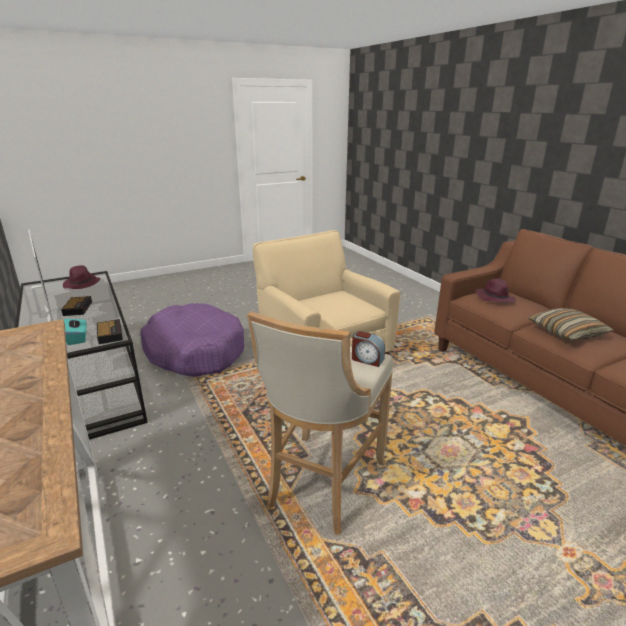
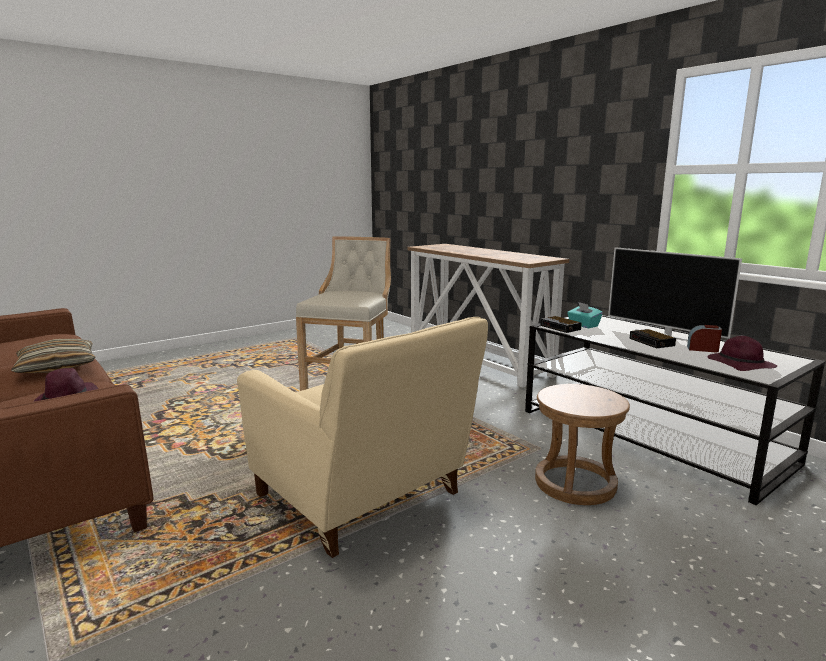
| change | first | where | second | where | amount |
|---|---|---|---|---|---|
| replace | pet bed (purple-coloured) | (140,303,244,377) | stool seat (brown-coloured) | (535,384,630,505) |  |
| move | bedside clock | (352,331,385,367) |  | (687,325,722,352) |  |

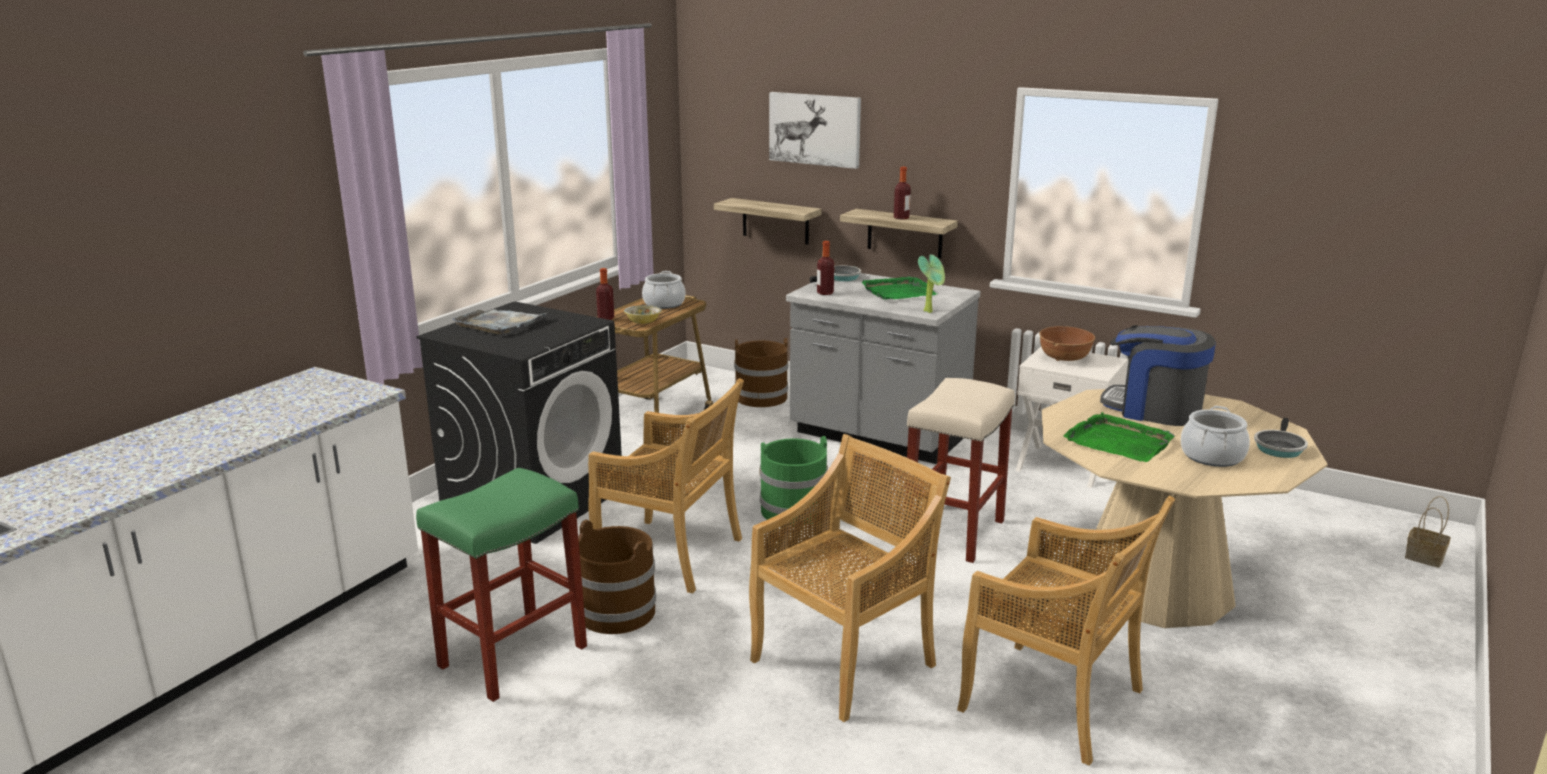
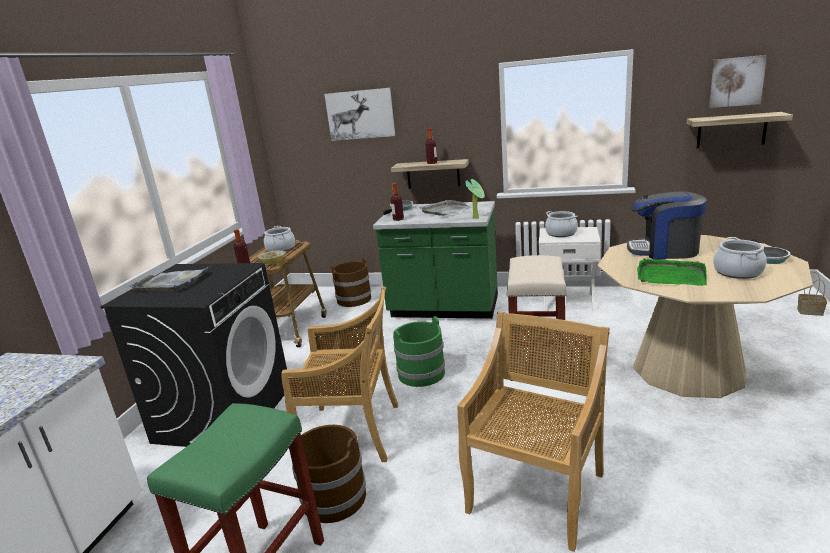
| change | first | where | second | where | amount |
|---|---|---|---|---|---|
| move | shelf | (714,198,821,245) |  | (687,112,793,148) |  |
| recolor | counter (greyish) | (786,273,981,464) | counter (green-coloured) | (373,201,498,319) |  |
| recolor | carrying tray (green-coloured) | (861,276,937,300) | carrying tray (greyish) | (419,200,471,216) |  |
| replace | serving bowl (brown-coloured) | (1039,326,1095,361) | stockpot | (545,211,578,237) |  |
| delete | upright chair (beige) | (957,495,1175,766) |  |  |  |
| insert |  |  | picture | (709,55,767,108) |  |

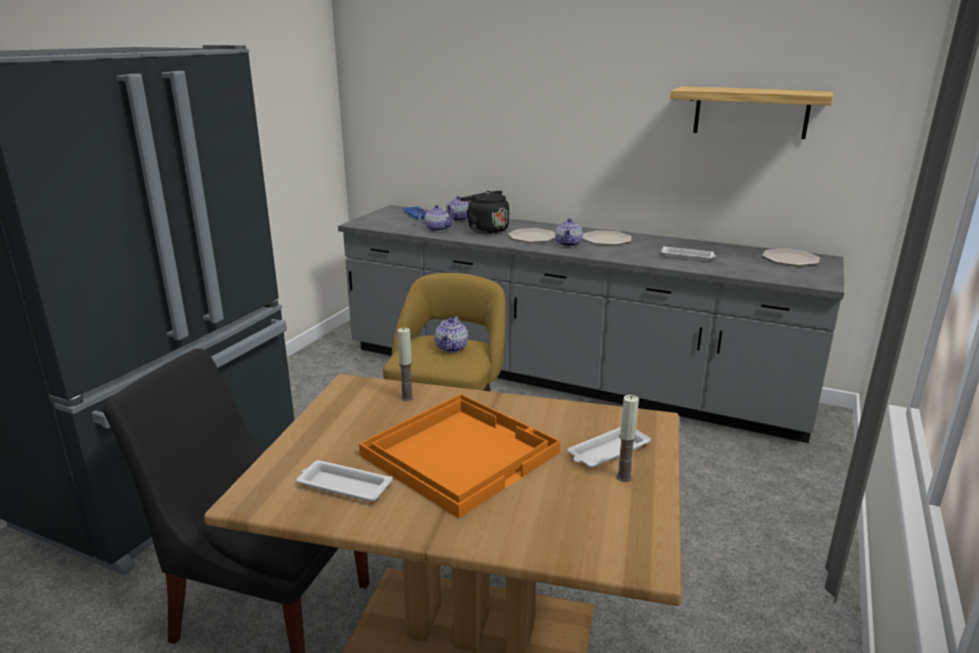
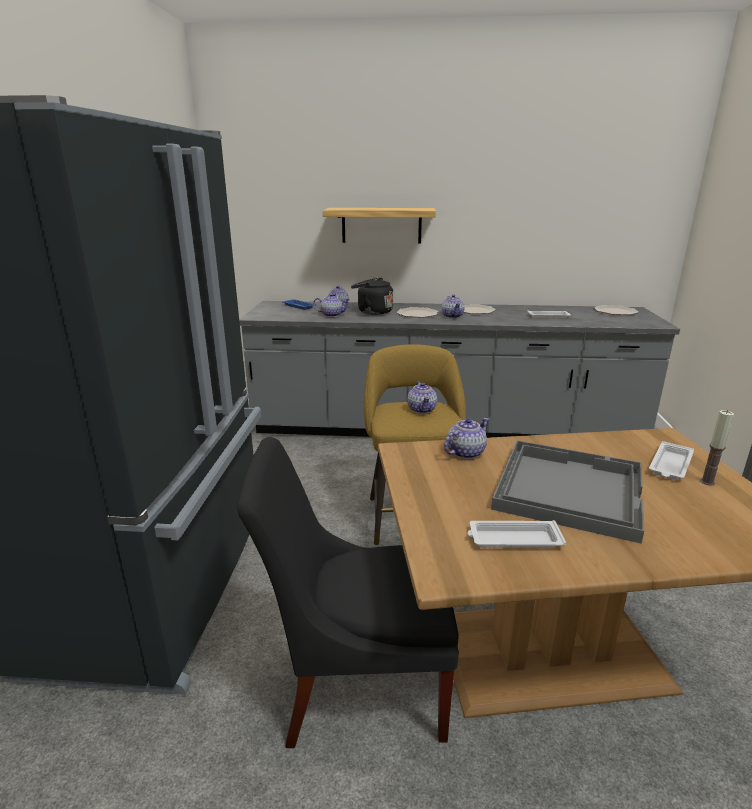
| change | first | where | second | where | amount |
|---|---|---|---|---|---|
| move | shelf | (670,86,833,139) |  | (323,208,436,243) |  |
| replace | wax light | (398,328,414,401) | pot for tea | (444,418,489,459) |  |
| recolor | carrying tray (orange-coloured) | (359,394,560,518) | carrying tray (greyish) | (491,440,644,544) |  |

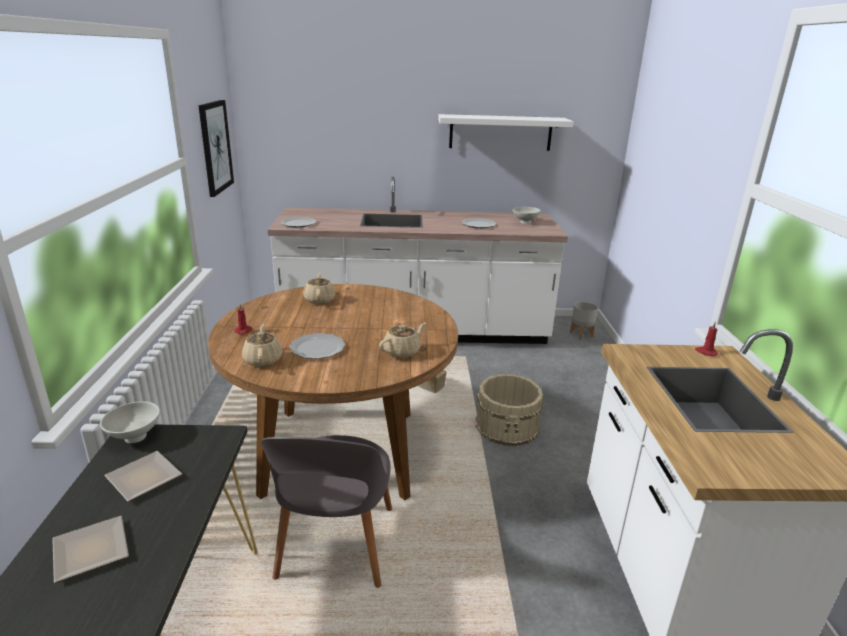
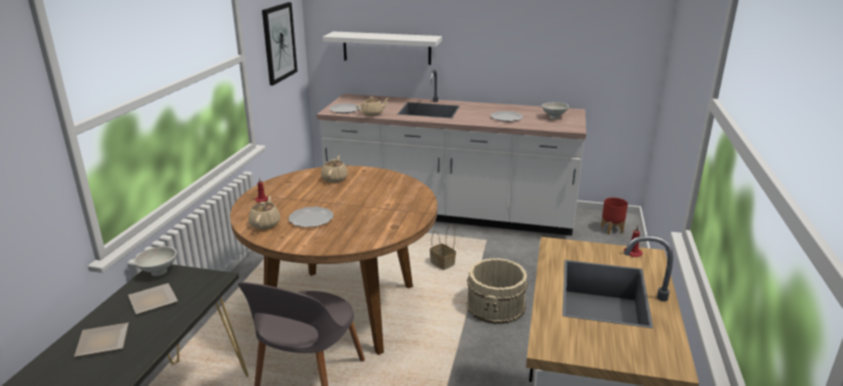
| change | first | where | second | where | amount |
|---|---|---|---|---|---|
| move | shelf (white) | (438,114,574,151) |  | (323,31,442,65) |  |
| recolor | plant pot (greyish) | (570,302,598,340) | plant pot (reddish) | (601,197,628,235) |  |
| move | pot for tea (beige) | (379,322,426,358) |  | (356,97,389,116) |  |

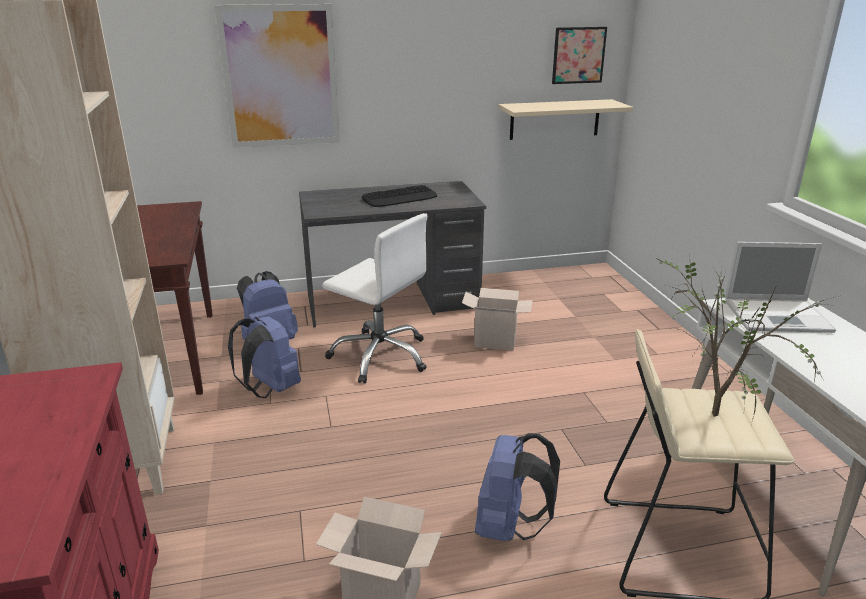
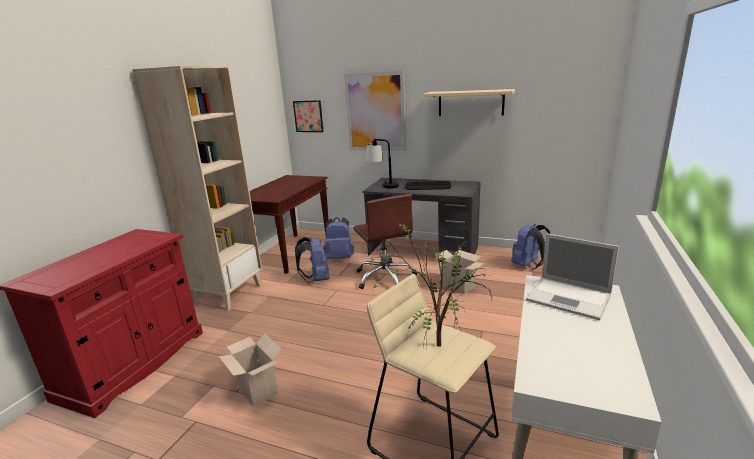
| change | first | where | second | where | amount |
|---|---|---|---|---|---|
| move | picture | (552,27,607,84) |  | (293,100,324,132) |  |
| move | shelf (beige) | (498,99,633,140) |  | (423,89,515,116) |  |
| recolor | computer chair (white) | (323,213,427,384) | computer chair (brown-coloured) | (353,194,418,289) |  |
| move | knapsack (bluish) | (475,433,560,541) |  | (511,224,550,270) |  |
| insert |  |  | lamp for a table | (366,139,399,188) |  |

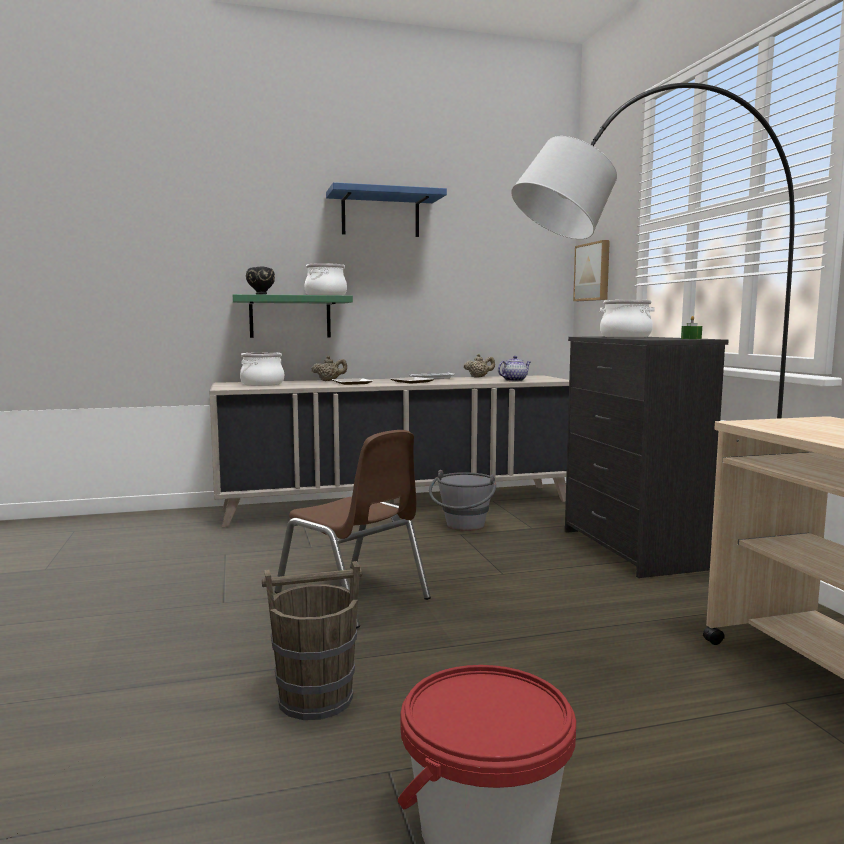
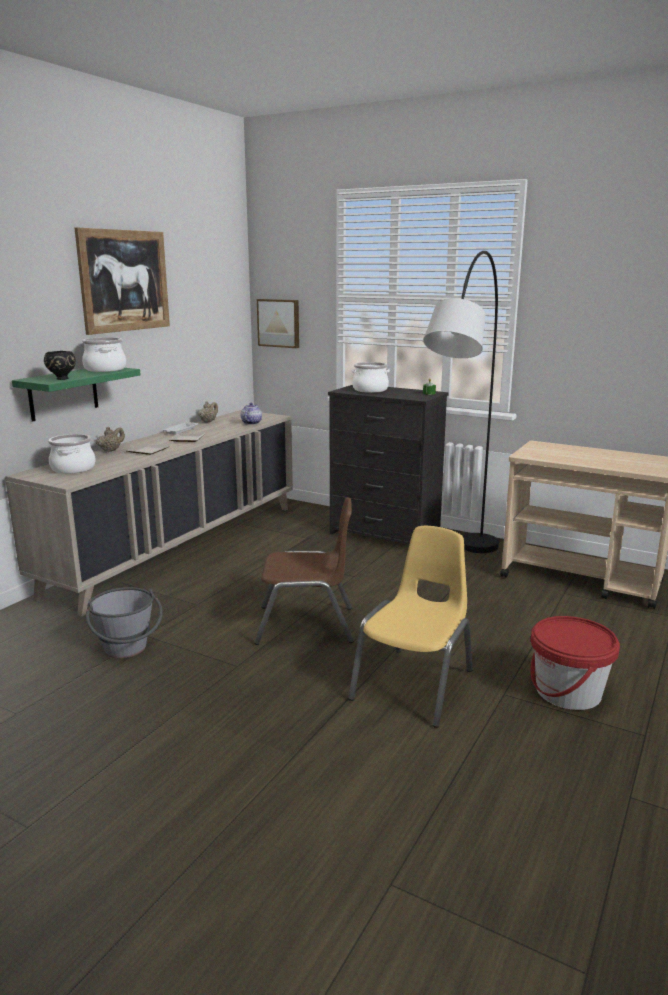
| change | first | where | second | where | amount |
|---|---|---|---|---|---|
| replace | shelf (bluish) | (326,182,447,237) | picture | (75,228,170,335) |  |
| move | bucket (greyish) | (429,470,496,531) |  | (86,587,163,658) |  |
| replace | bucket (brown-coloured) | (262,561,362,720) | upright chair (yellowish) | (348,526,473,728) |  |

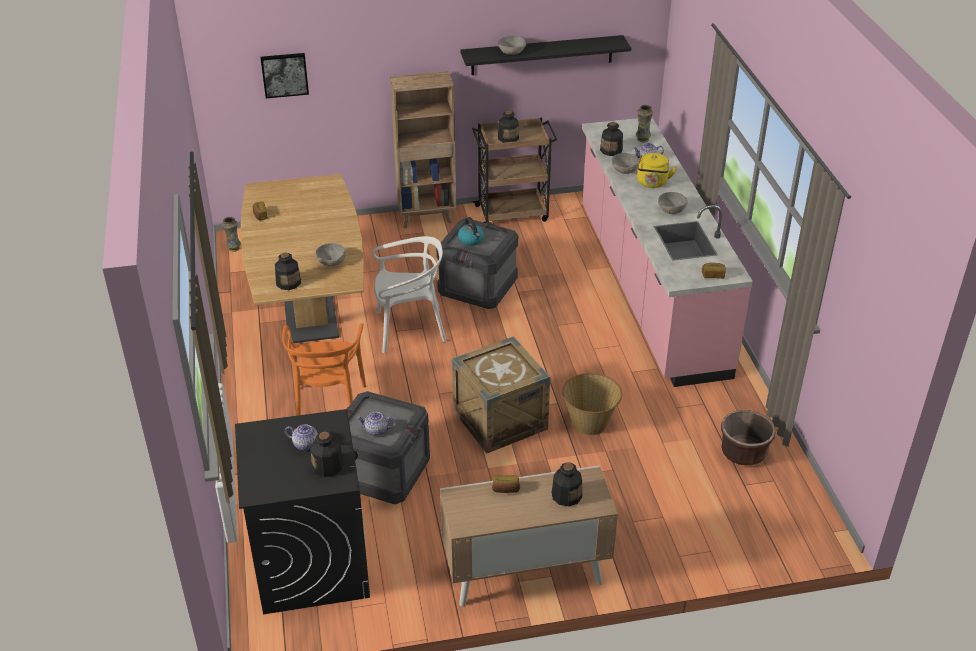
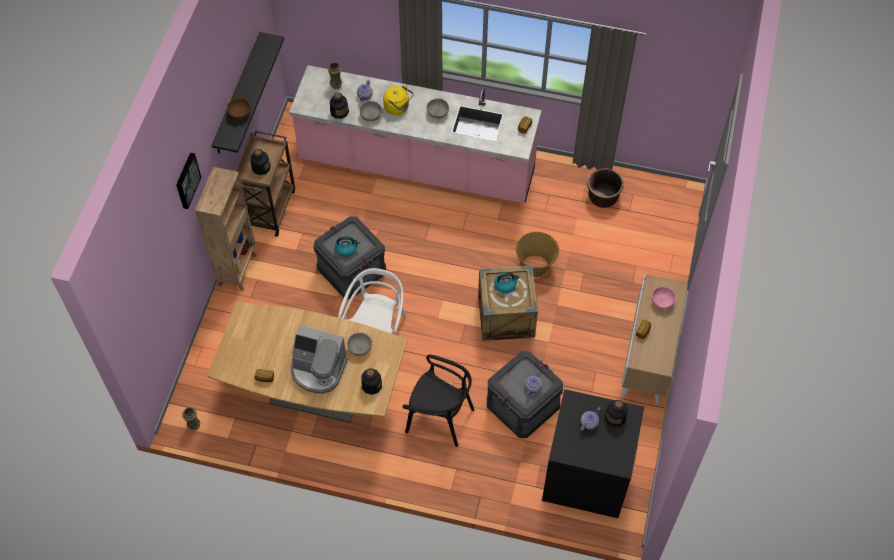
| change | first | where | second | where | amount |
|---|---|---|---|---|---|
| recolor | serving bowl (greyish) | (499,35,526,55) | serving bowl (brown-coloured) | (227,98,251,120) |  |
| move | picture | (260,53,309,98) |  | (176,153,201,209) |  |
| recolor | upright chair (orange-coloured) | (282,323,366,416) | upright chair (black-coloured) | (402,355,474,447) |  |
| replace | bottle | (552,462,582,506) | serving bowl (pink) | (652,287,676,309) |  |
| insert |  |  | kettle | (494,272,520,294) |  |
| insert |  |  | coffee brewer | (291,325,348,394) |  |

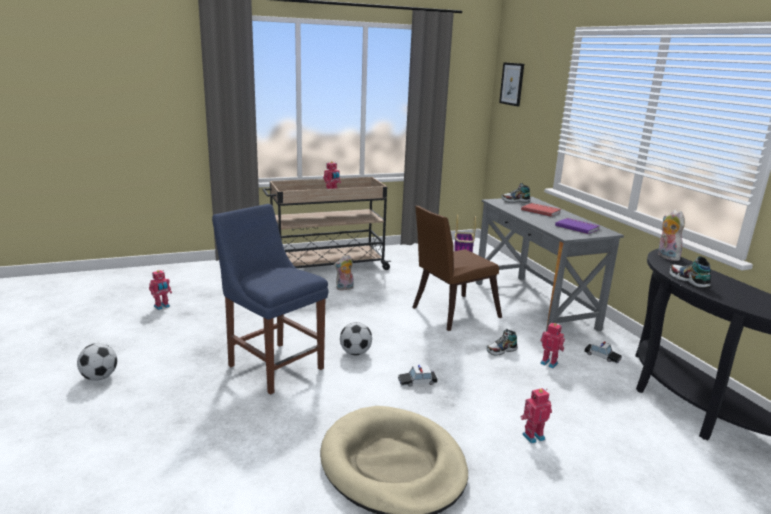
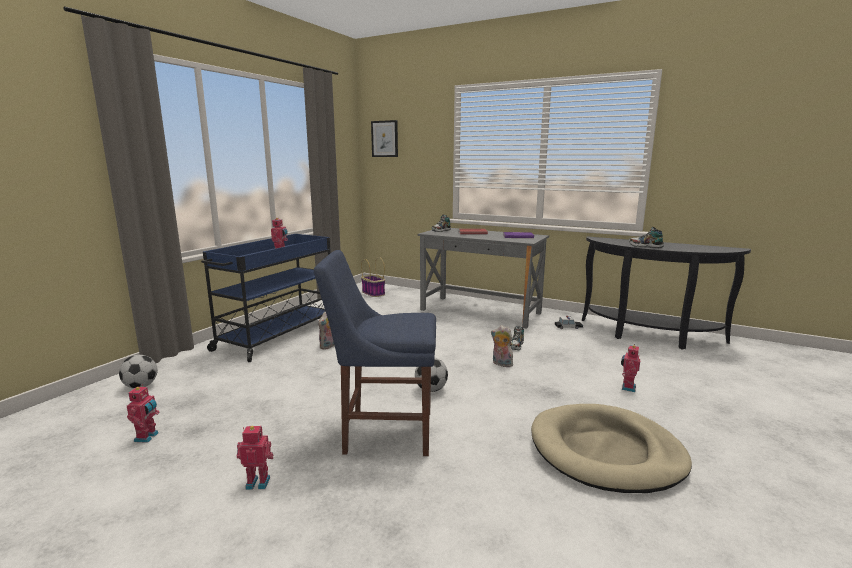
| change | first | where | second | where | amount |
|---|---|---|---|---|---|
| recolor | trolley (beige) | (263,177,391,270) | trolley (bluish) | (201,234,331,362) |  |
| delete | upright chair (brown-coloured) | (412,206,502,331) |  |  |  |
| move | soft toy | (658,210,685,261) |  | (491,325,513,367) |  |
| move | model robot | (540,322,565,368) |  | (237,426,274,490) |  |
| move | ball for football | (77,343,117,380) |  | (119,355,157,389) |  |
| delete | miniature car | (398,365,438,387) |  |  |  |

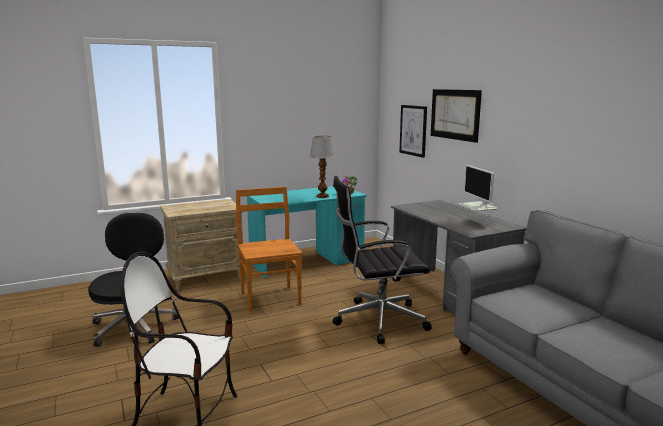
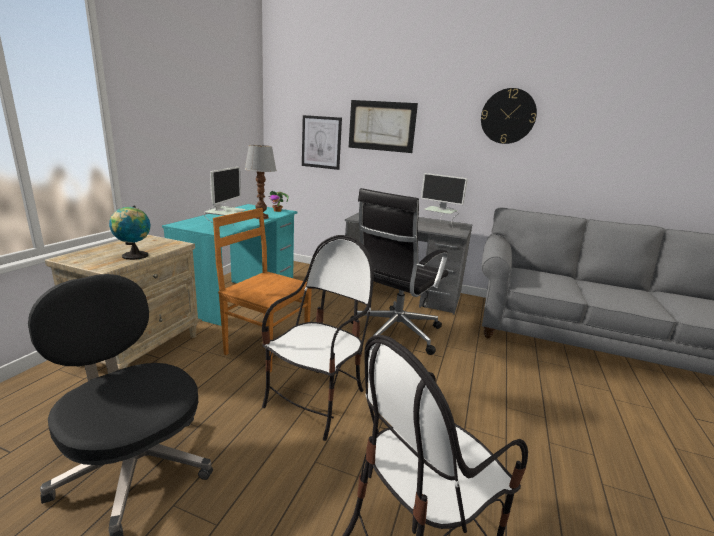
| change | first | where | second | where | amount |
|---|---|---|---|---|---|
| insert |  |  | wall clock | (481,88,537,144) |  |
| insert |  |  | computer screen | (204,167,246,227) |  |
| insert |  |  | globe | (109,205,150,260) |  |
| insert |  |  | upright chair | (262,235,374,441) |  |

